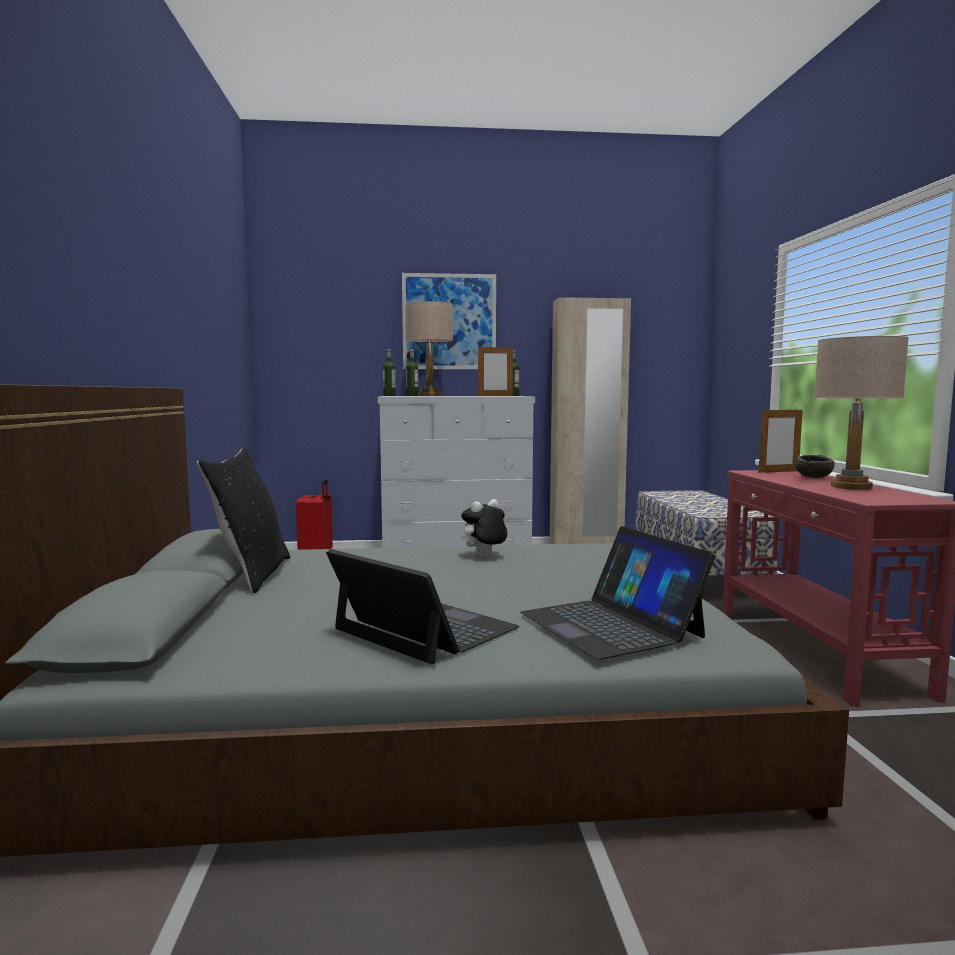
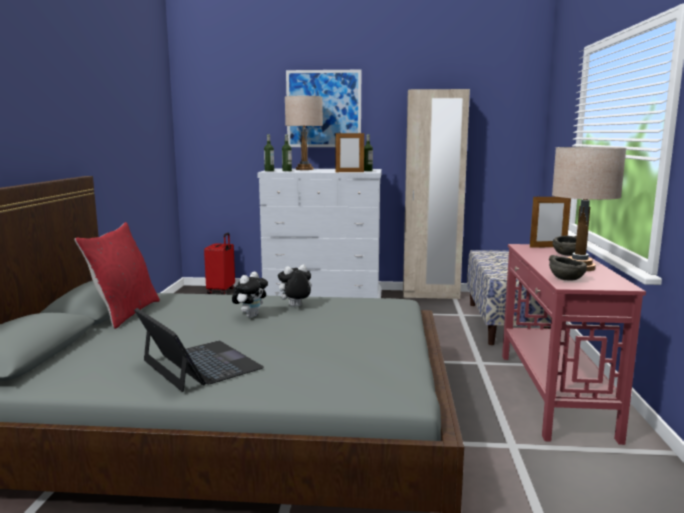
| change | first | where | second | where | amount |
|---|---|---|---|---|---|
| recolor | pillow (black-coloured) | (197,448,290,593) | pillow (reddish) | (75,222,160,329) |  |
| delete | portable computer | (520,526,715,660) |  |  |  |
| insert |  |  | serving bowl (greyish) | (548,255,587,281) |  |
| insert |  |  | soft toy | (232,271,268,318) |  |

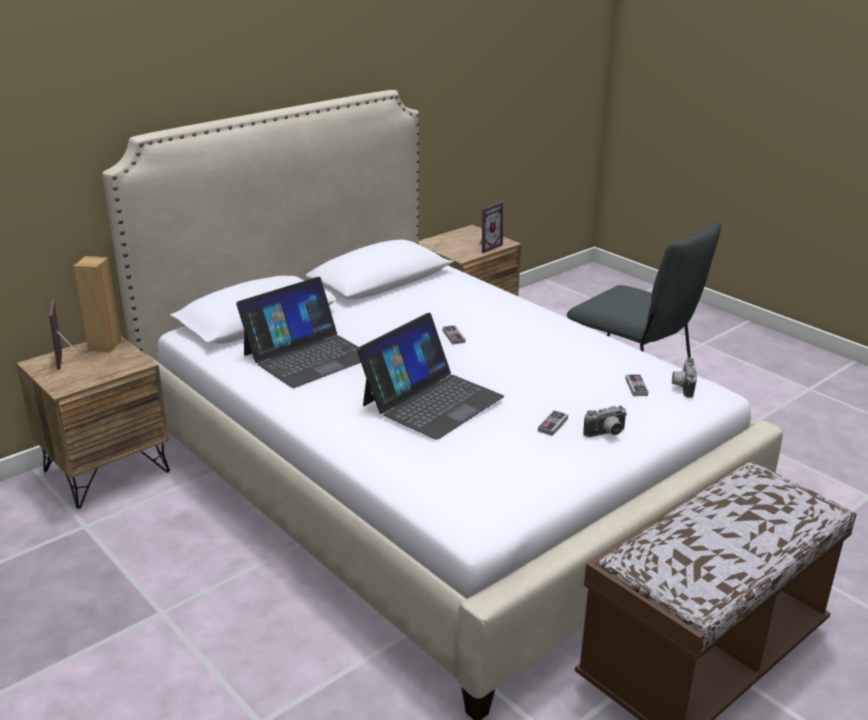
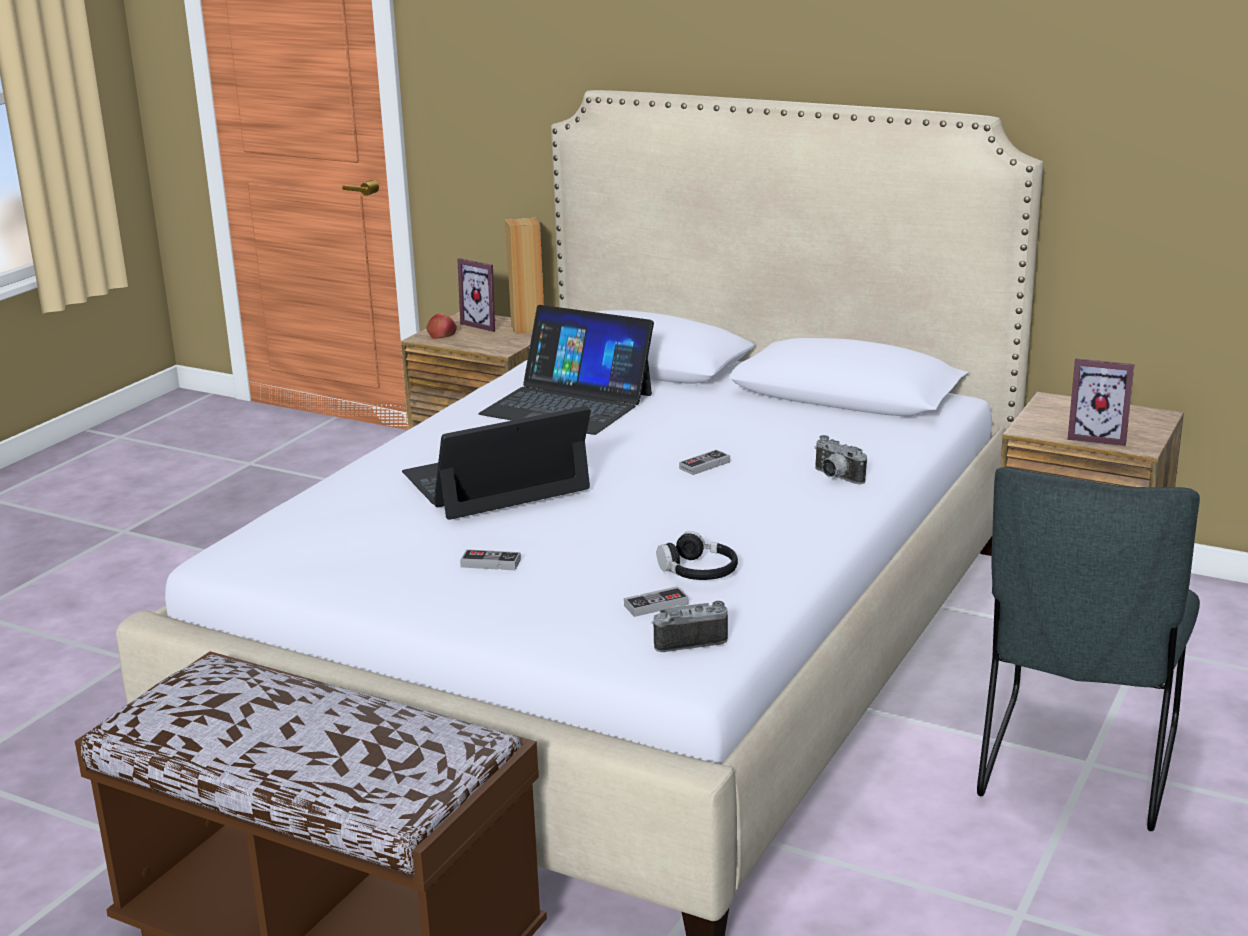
| change | first | where | second | where | amount |
|---|---|---|---|---|---|
| rotate | picture frame | (49,300,82,370) |  | (457,258,496,332) | 105 degrees counterclockwise |
| rotate | portable computer | (357,313,504,440) |  | (402,406,591,520) | 135 degrees clockwise |
| move | still camera | (583,405,626,437) |  | (814,435,867,484) |  |
| insert |  |  | whole apple | (426,313,457,339) |  |
| insert |  |  | headphones (black-coloured) | (657,531,738,580) |  |

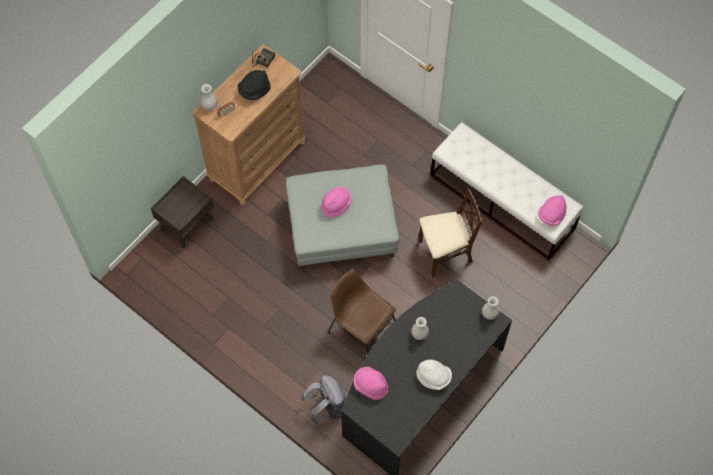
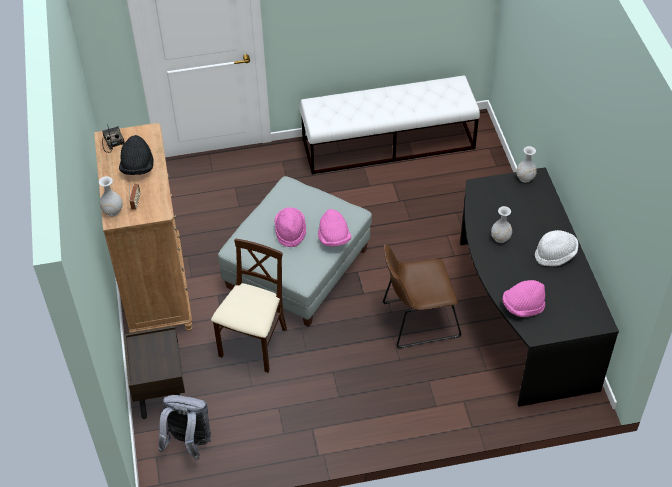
| change | first | where | second | where | amount |
|---|---|---|---|---|---|
| move | upright chair (beige) | (419,187,482,277) |  | (211,238,287,373) |  |
| move | clothing hat (pink) | (538,195,567,226) |  | (318,209,351,246) |  |
| move | knapsack (greyish) | (301,375,346,426) |  | (158,395,211,460) |  |

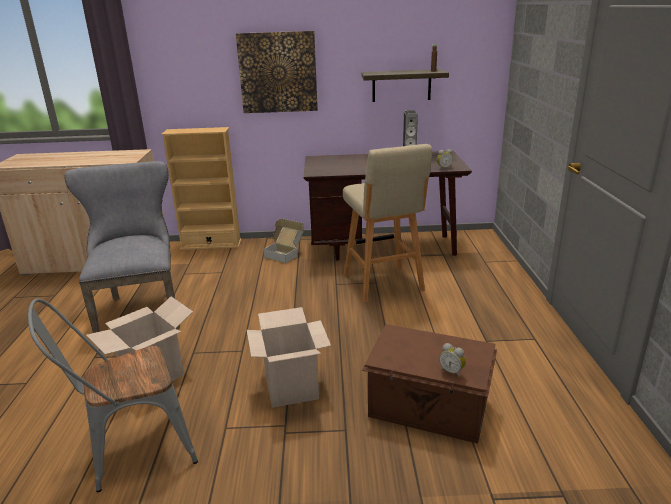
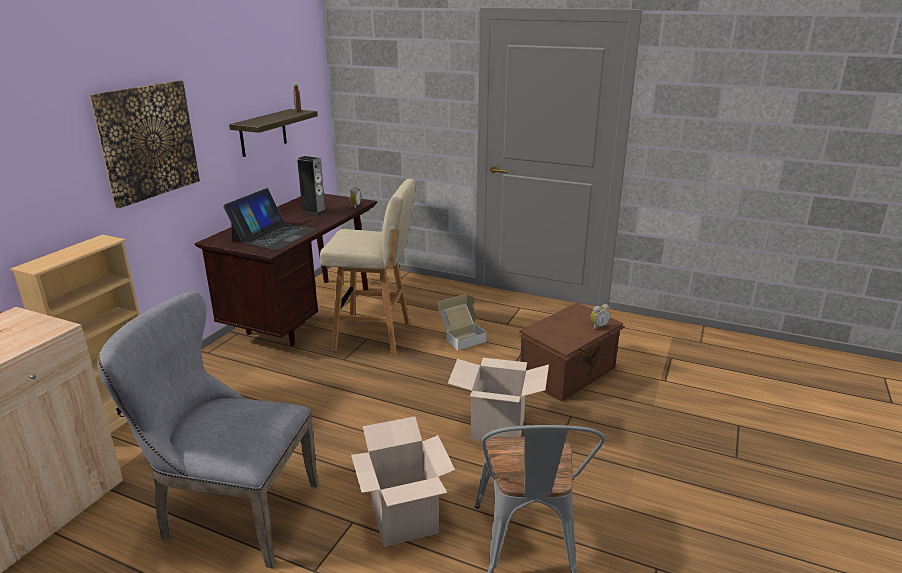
| change | first | where | second | where | amount |
|---|---|---|---|---|---|
| move | cardboard box | (263,219,304,263) |  | (438,294,487,351) |  |
| insert |  |  | portable computer | (223,188,317,250) |  |

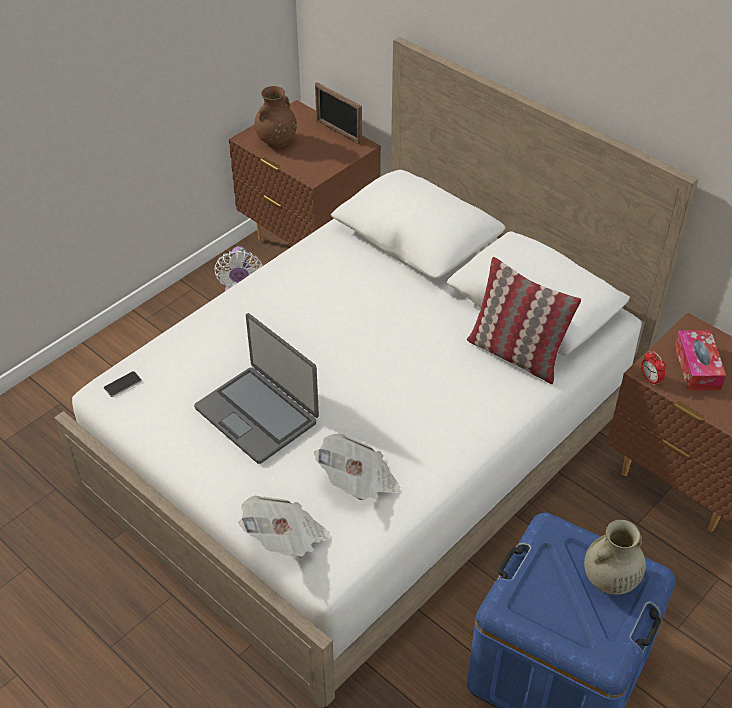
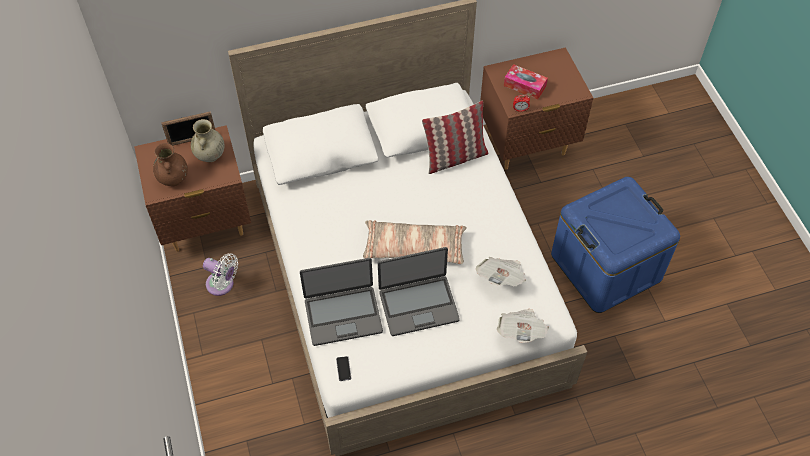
| change | first | where | second | where | amount |
|---|---|---|---|---|---|
| move | decorative vase (beige) | (584,520,646,595) |  | (191,119,225,162) |  |
| insert |  |  | pillow | (363,220,467,264) |  |
| insert |  |  | portable computer | (300,258,383,346) |  |

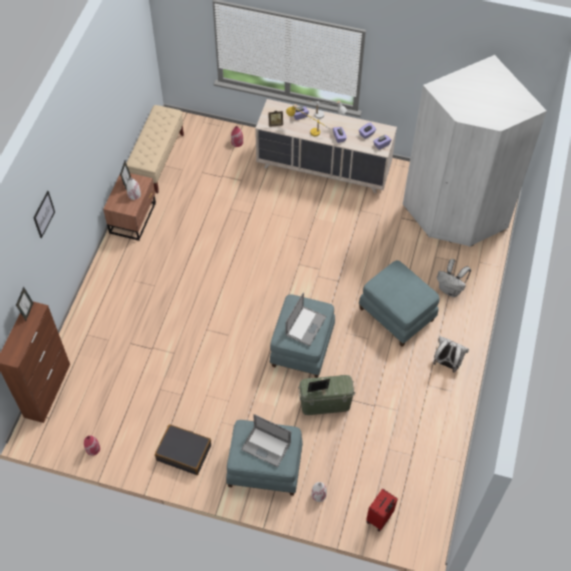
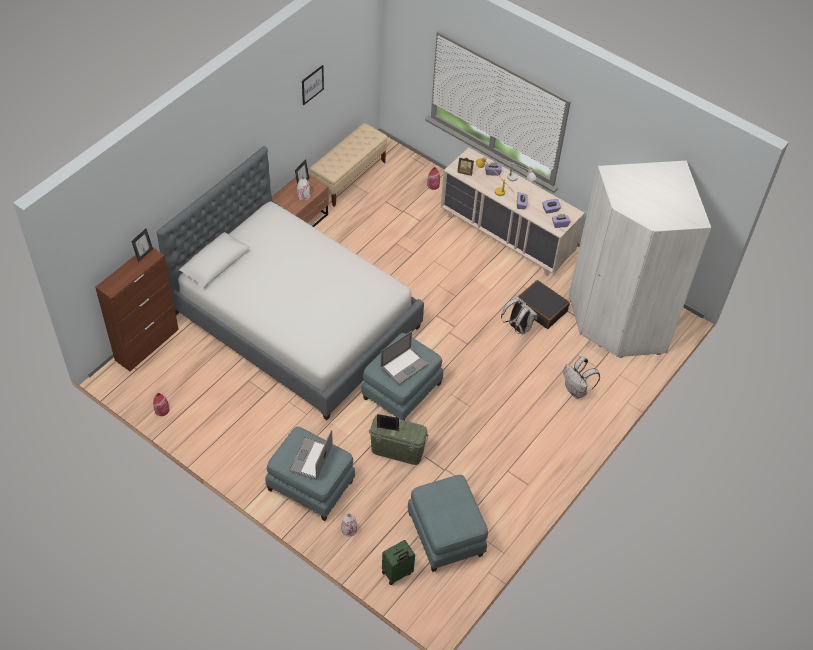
| change | first | where | second | where | amount |
|---|---|---|---|---|---|
| move | picture | (33,191,55,238) |  | (302,65,324,105) |  |
| move | footrest (bluish) | (359,260,440,347) |  | (407,475,488,572) |  |
| move | knapsack (white) | (433,336,469,372) |  | (501,296,537,335) |  |
| rotate | portable computer | (241,414,291,467) |  | (289,430,333,480) | 60 degrees clockwise |
| move | suitcase (black-coloured) | (155,424,211,475) |  | (518,280,570,329) |  |
| recolor | suitcase (reddish) | (366,489,398,531) | suitcase (green-coloured) | (382,540,415,585) |  |
| insert |  |  | bed | (156,146,424,420) |  |

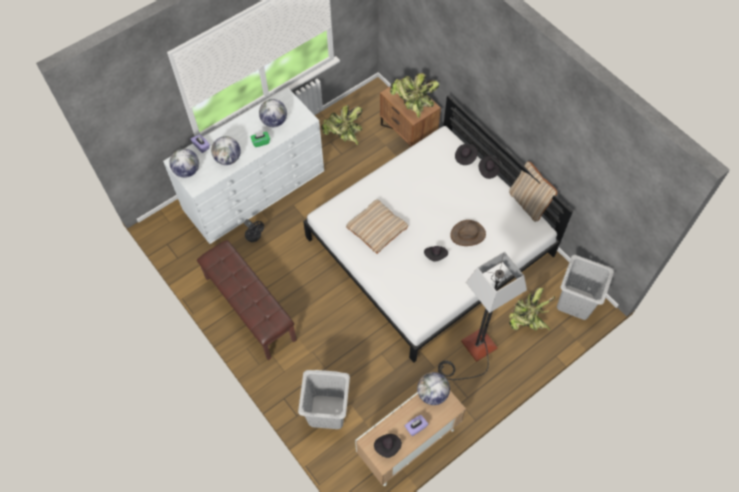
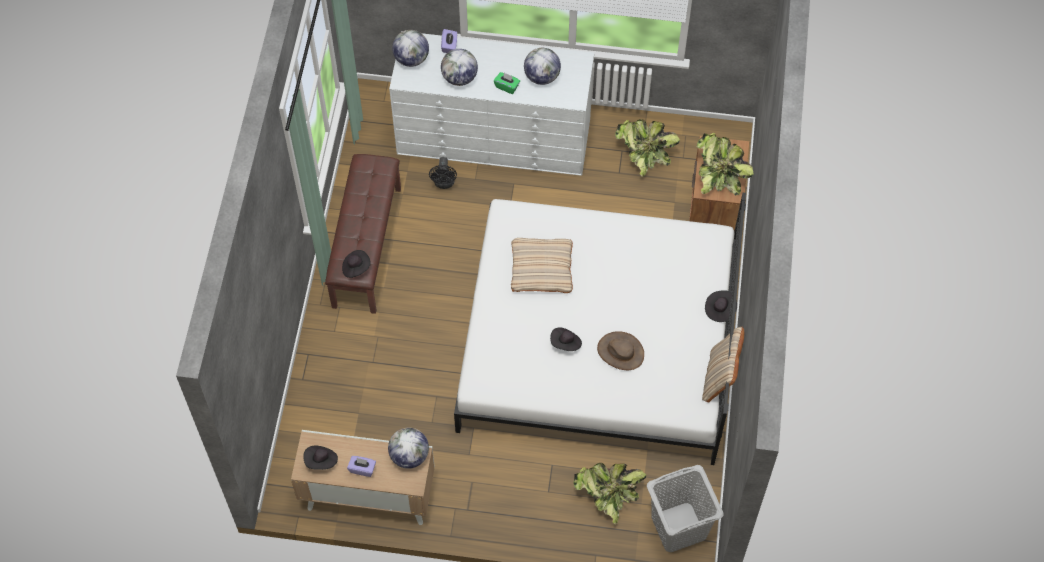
| change | first | where | second | where | amount |
|---|---|---|---|---|---|
| move | clothing hat (black-coloured) | (455,144,478,165) |  | (342,250,371,278) |  |
| delete | floor lamp | (438,252,527,380) |  |  |  |
| delete | hamper (greyish) | (298,370,350,429) |  |  |  |

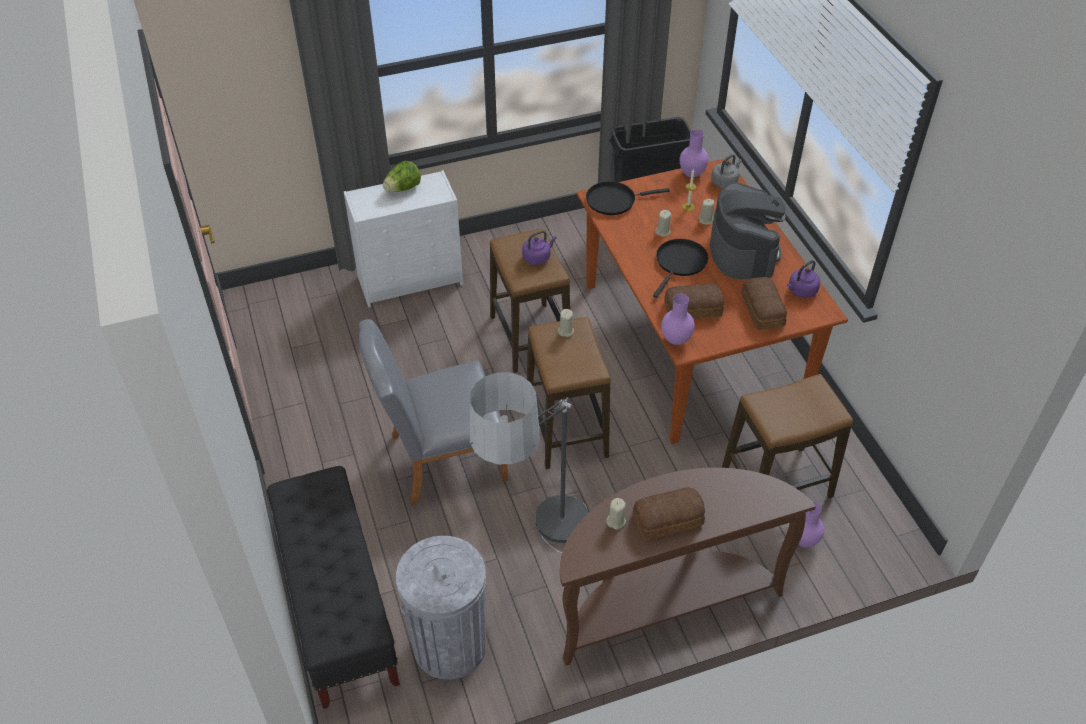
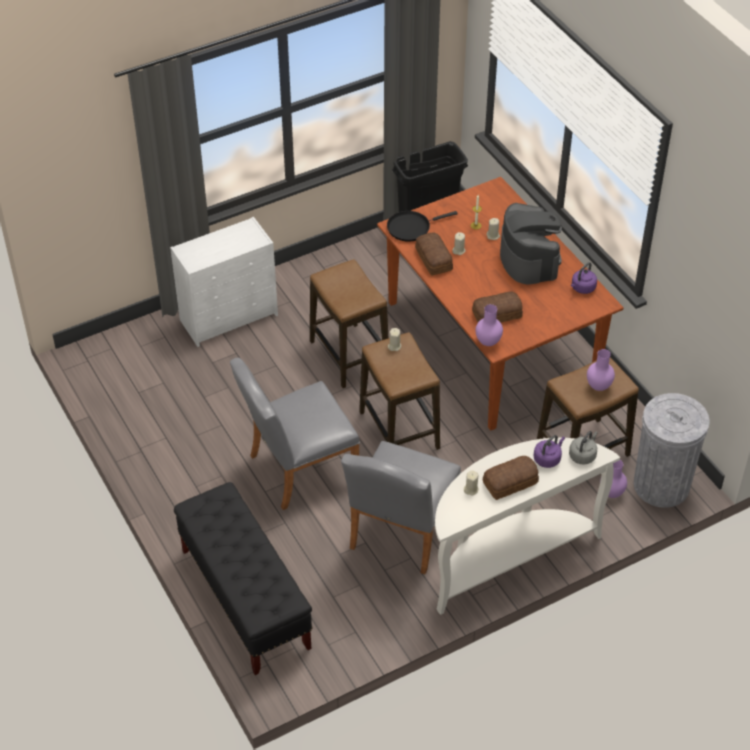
| change | first | where | second | where | amount |
|---|---|---|---|---|---|
| move | decorative vase (purple-coloured) | (680,129,708,177) |  | (587,349,615,391) |  |
| move | kettle (greyish) | (711,154,742,188) |  | (569,431,598,465) |  |
| delete | head of lettuce | (383,161,421,192) |  |  |  |
| move | kettle (purple-coloured) | (522,230,556,265) |  | (534,435,565,468) |  |
| delete | pan (black-coloured) | (653,239,708,298) |  |  |  |
| move | bread | (741,277,787,330) |  | (415,233,453,275) |  |
| replace | floor lamp | (470,372,589,553) | upright chair (greyish) | (341,441,461,574) |  |
| recolor | hall table (brown-coloured) | (560,468,816,666) | hall table (white) | (435,438,620,615) |  |
| move | rubbish bin (greyish) | (396,536,486,680) |  | (634,393,709,508) |  |

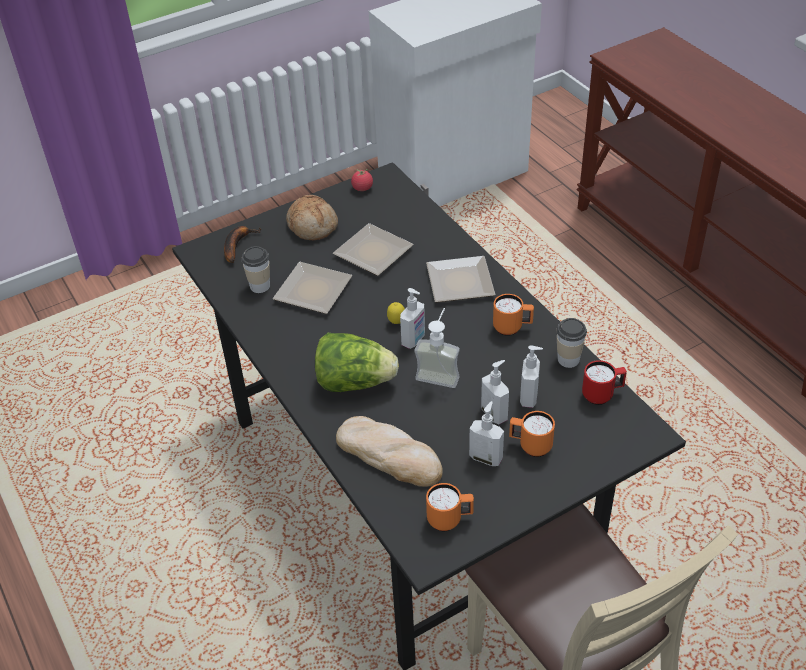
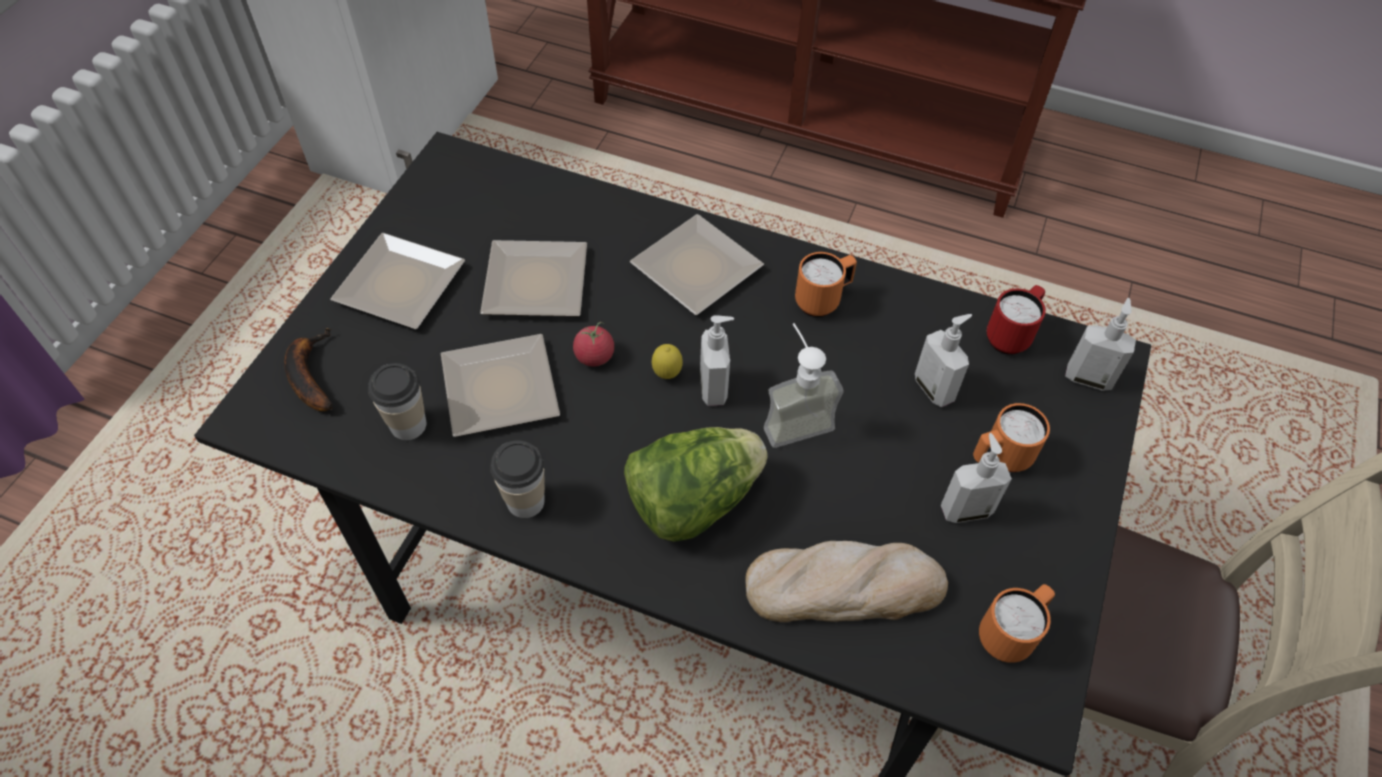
| change | first | where | second | where | amount |
|---|---|---|---|---|---|
| move | fresh tomato | (351,169,373,191) |  | (573,322,614,367) |  |
| replace | bread | (286,195,338,240) | plate | (330,233,465,329) |  |
| move | drinking cup | (556,318,587,368) |  | (490,440,545,518) |  |
| move | soap dispenser | (481,360,509,424) |  | (1065,298,1136,391) |  |

